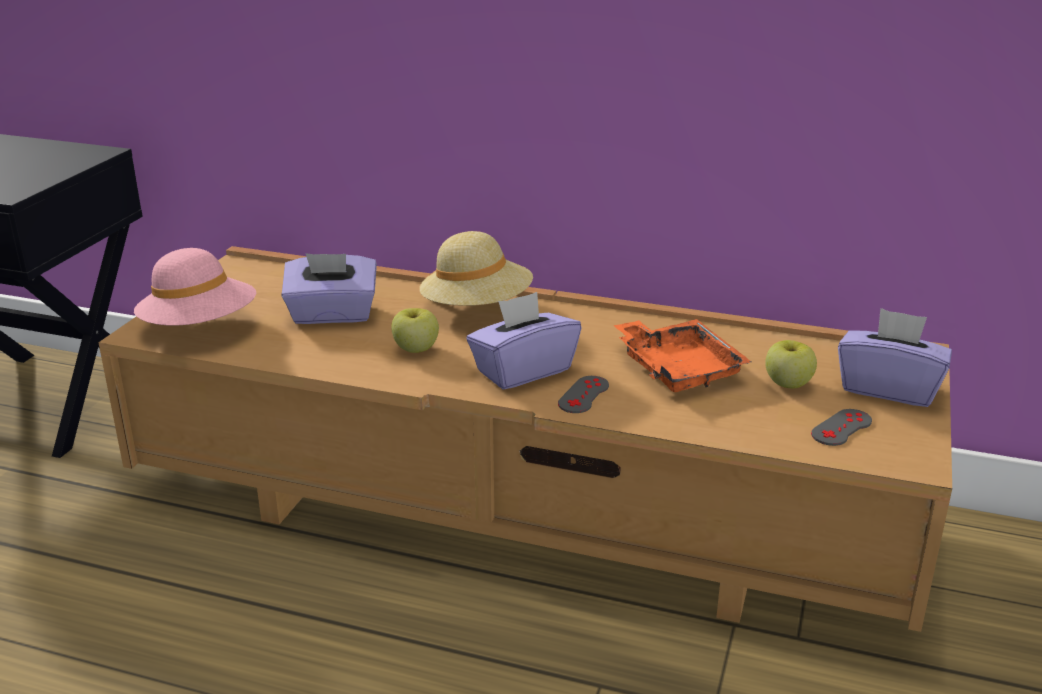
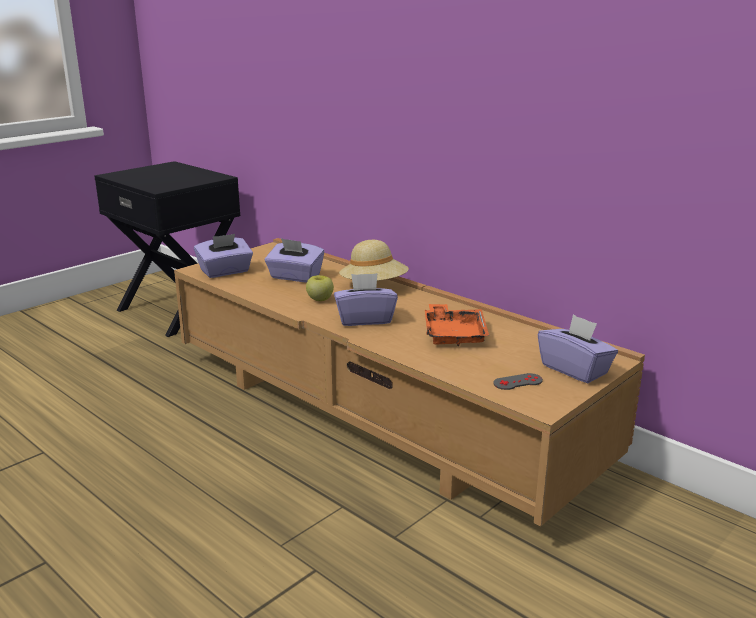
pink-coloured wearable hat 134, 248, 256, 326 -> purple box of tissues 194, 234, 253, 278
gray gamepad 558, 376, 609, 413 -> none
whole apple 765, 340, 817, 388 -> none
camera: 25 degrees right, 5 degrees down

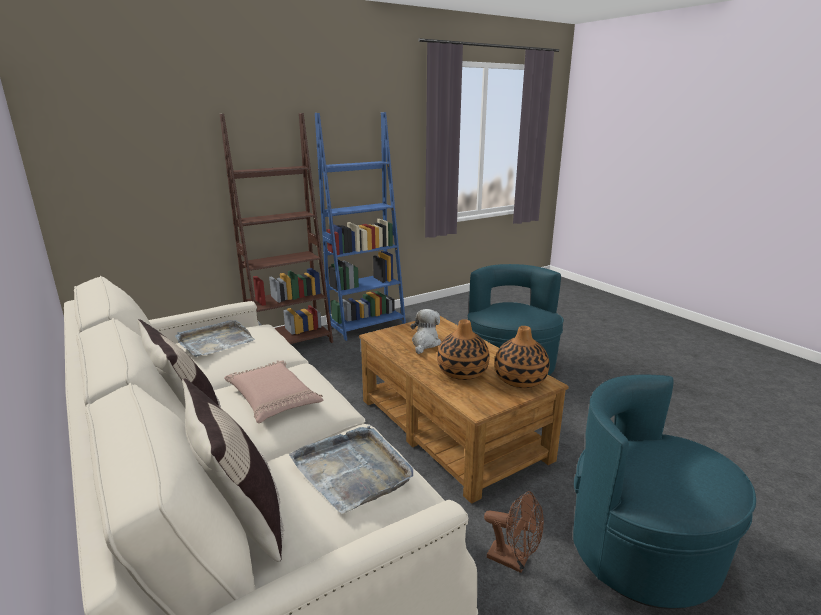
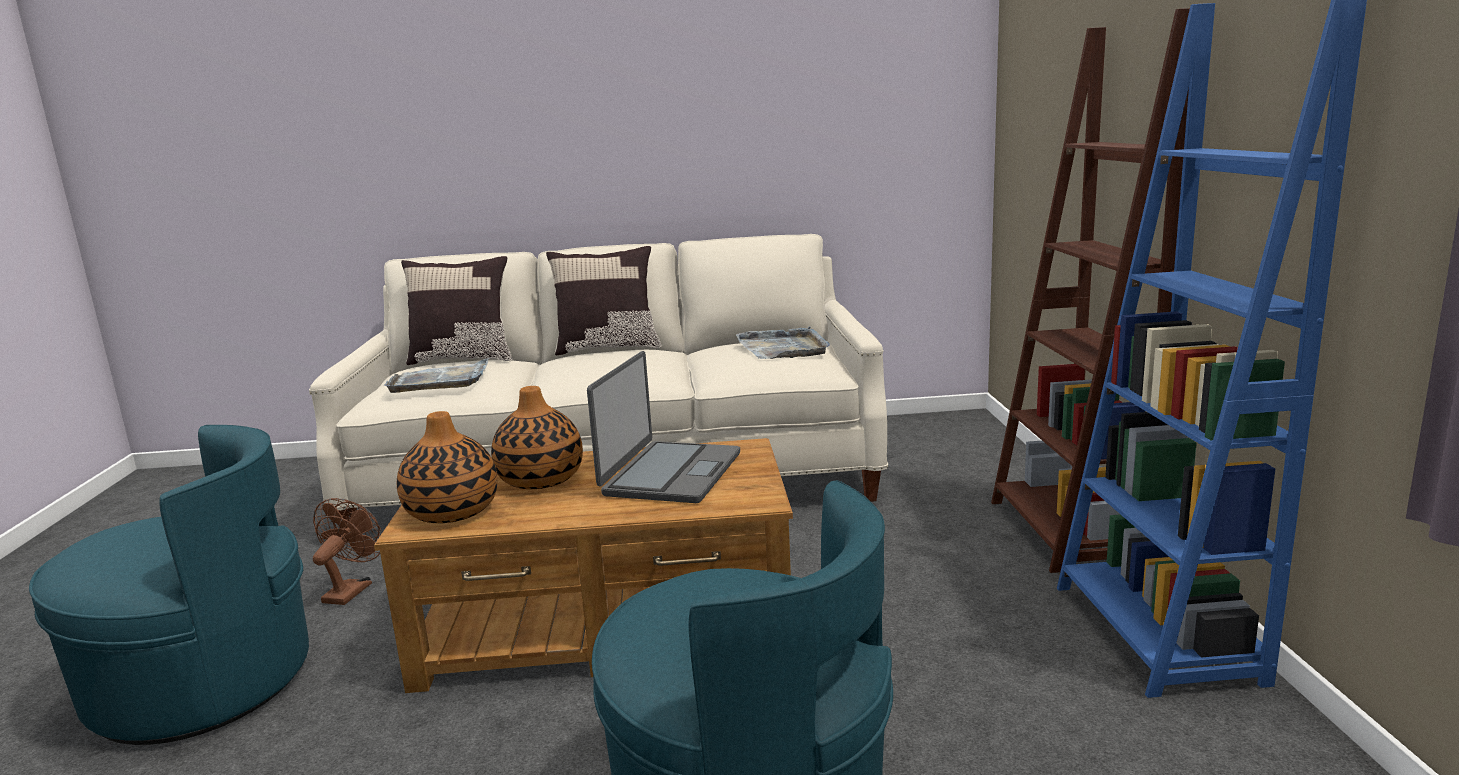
sand-coloured throw pillow 224, 360, 323, 423 -> none
plush toy 411, 309, 441, 354 -> portable computer 587, 351, 740, 503
brown-coloured fan 484, 491, 544, 573 -> brown-coloured fan 313, 498, 382, 605, 135 degrees clockwise
camera: 120 degrees right, 5 degrees down

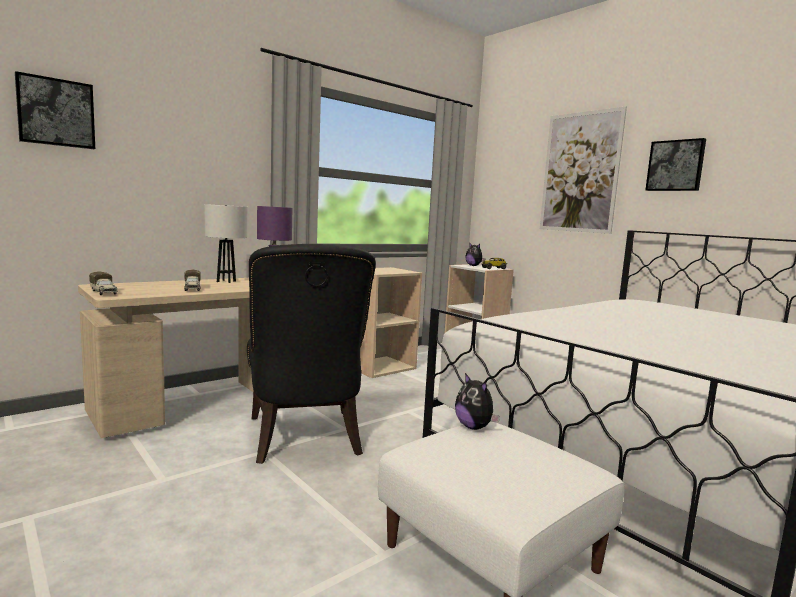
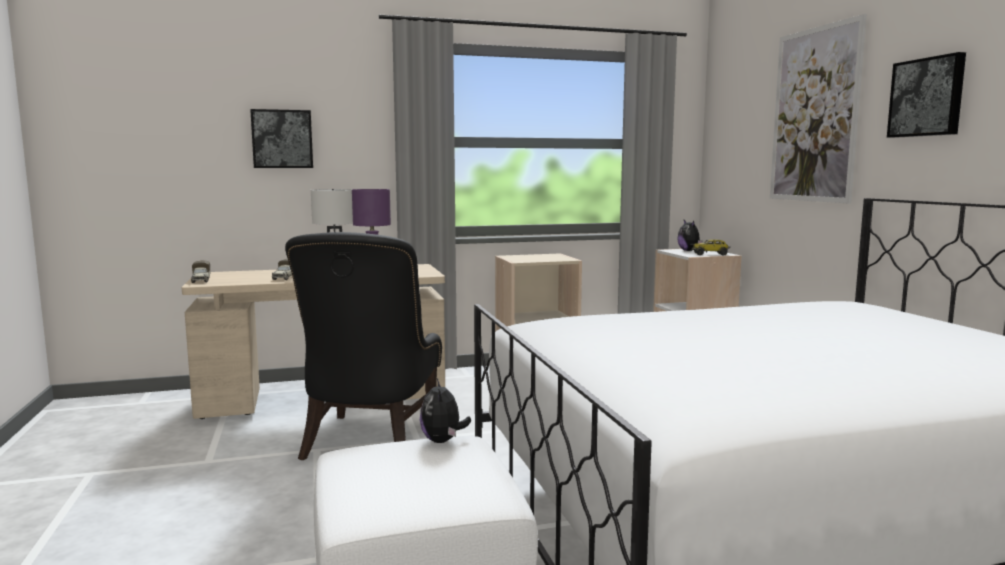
wall picture 15, 71, 95, 149 -> wall picture 250, 109, 313, 168, shifted
camera: 25 degrees right, 0 degrees up

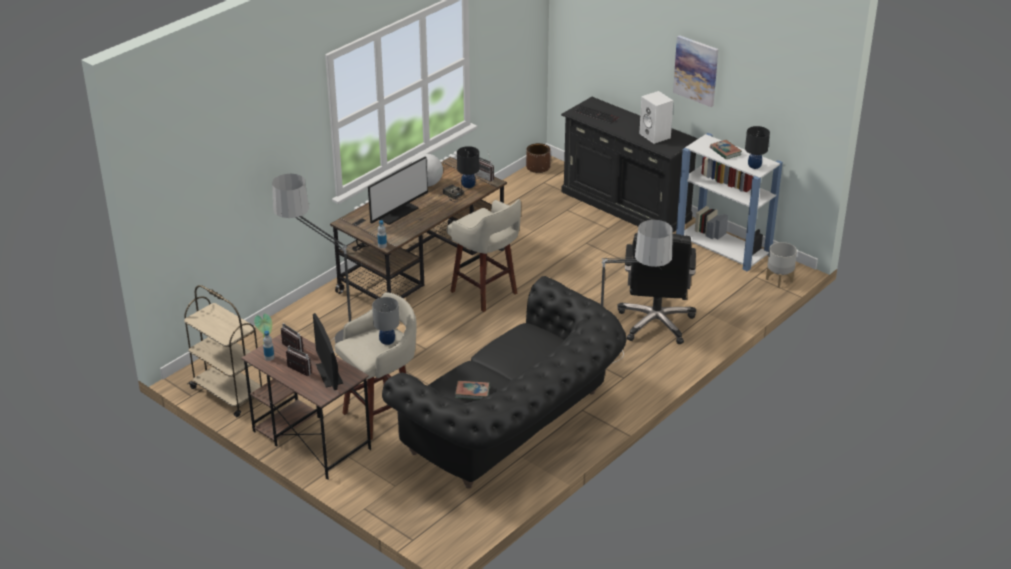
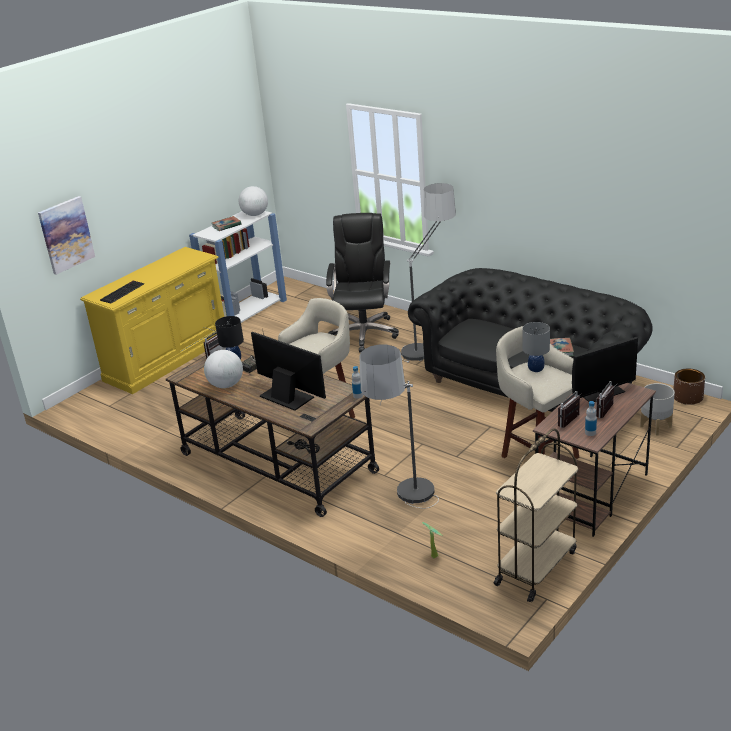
brown-coloured planter 526, 143, 551, 173 -> brown-coloured planter 673, 369, 705, 405, shifted
black-coloured storage cabinet 561, 97, 698, 232 -> yellow-coloured storage cabinet 80, 247, 224, 394
black-coloured computer chair 617, 233, 696, 344 -> black-coloured computer chair 326, 213, 399, 352, 90 degrees counterclockwise
whitish speaker 639, 91, 673, 144 -> none
wall picture 673, 35, 718, 107 -> wall picture 38, 196, 95, 275, shifted
black-coloured lamp for a table 745, 126, 770, 169 -> world globe 238, 186, 268, 216
gray planter 766, 242, 797, 288 -> gray planter 640, 383, 675, 435, shifted
camera: 90 degrees left, 5 degrees down

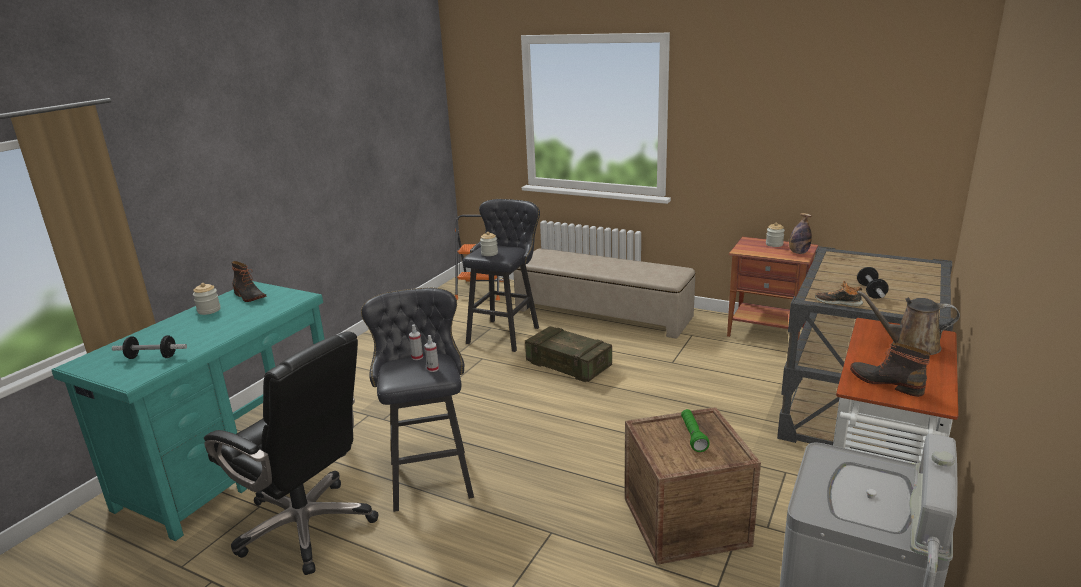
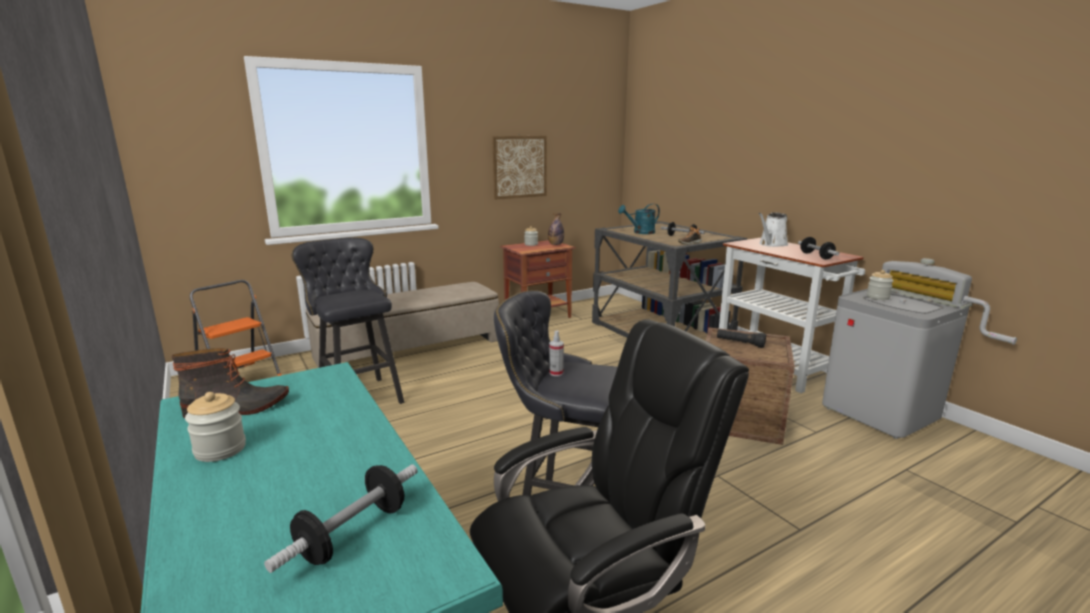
sprayer 425, 335, 439, 372 -> none
jar 480, 232, 498, 256 -> jar 867, 270, 894, 300, shifted
shipping crate 525, 326, 612, 382 -> none
green-coloured hand torch 681, 409, 710, 452 -> black-coloured hand torch 717, 329, 766, 348
tall boot 850, 343, 931, 397 -> dumbbell 798, 237, 839, 259
brown-coloured watering can 857, 291, 960, 355 -> whitish watering can 758, 212, 788, 247
none -> wall picture 492, 134, 547, 200
none -> turquoise-coloured watering can 618, 204, 660, 234
camera: 60 degrees left, 5 degrees down

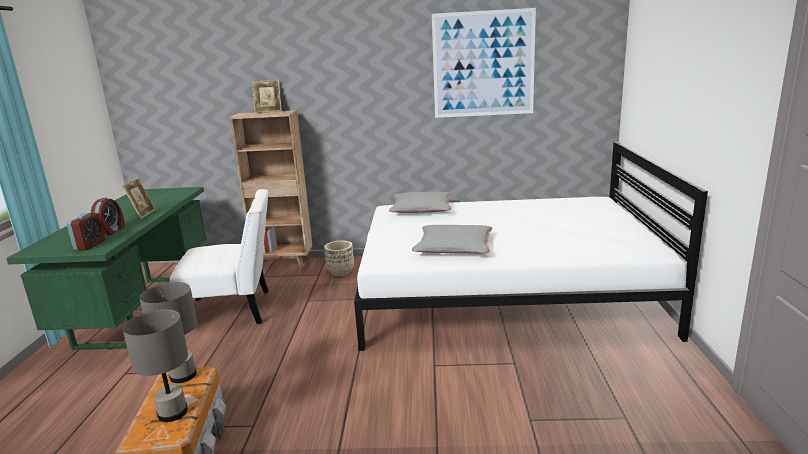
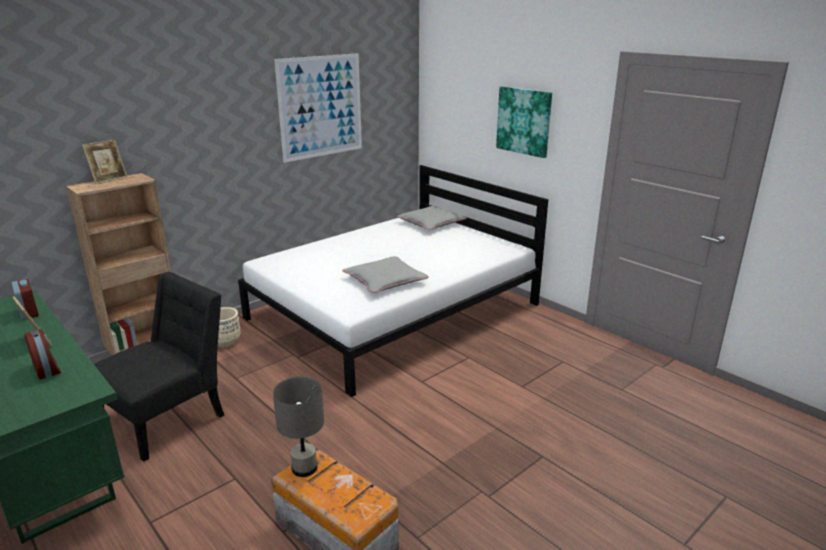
bedside clock 67, 213, 105, 250 -> bedside clock 11, 279, 39, 320, shifted
gray lamp for a table 123, 309, 188, 422 -> none
whitish upright chair 170, 189, 269, 324 -> black-coloured upright chair 94, 272, 224, 462
gray throw pillow 389, 191, 451, 213 -> gray throw pillow 397, 206, 467, 230, shifted
none -> wall picture 496, 86, 552, 158
camera: 45 degrees left, 5 degrees up

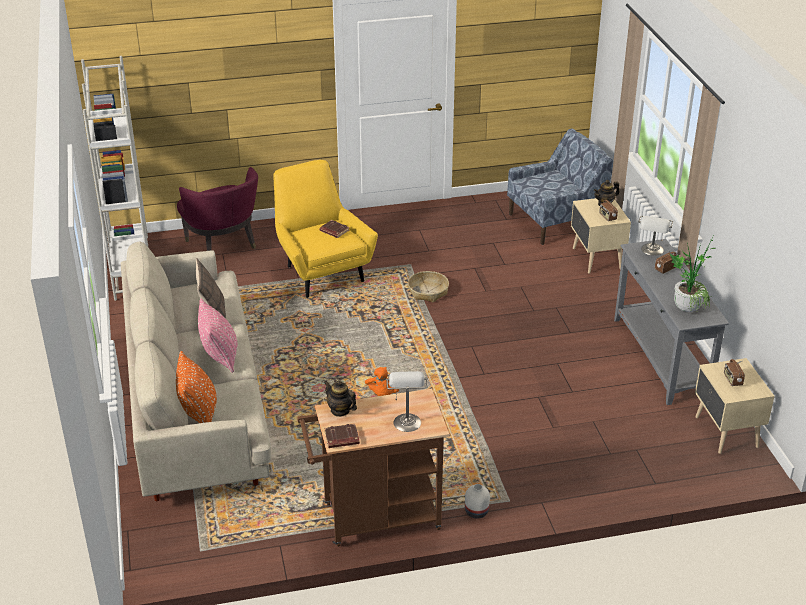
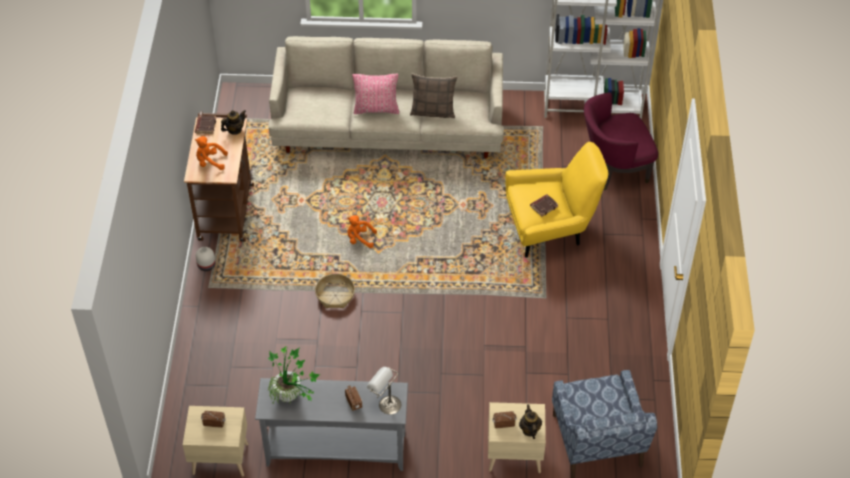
orangey throw pillow 176, 351, 217, 423 -> none
whitish lamp for a table 386, 371, 428, 432 -> orangey plush toy 195, 136, 228, 170
household basket 408, 271, 449, 302 -> household basket 315, 273, 355, 308, shifted
camera: 105 degrees right, 15 degrees up

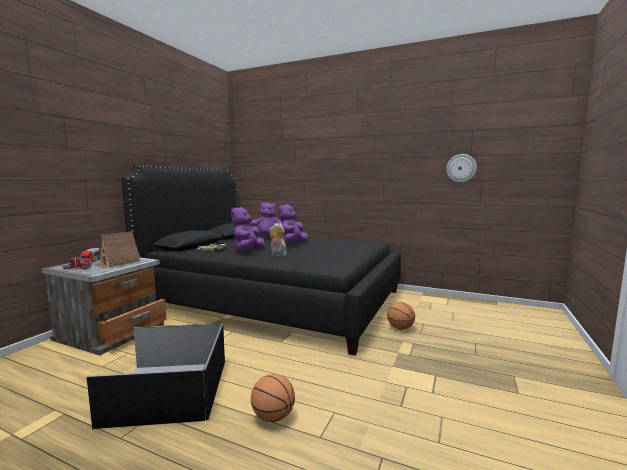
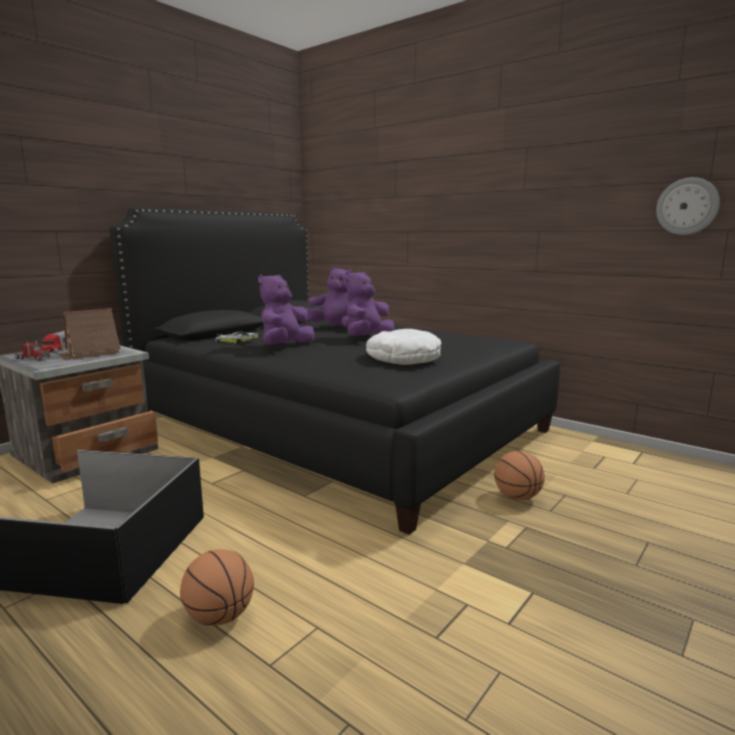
plush toy 268, 223, 287, 256 -> none
none -> whitish throw pillow 366, 329, 441, 365
camera: 15 degrees right, 5 degrees up

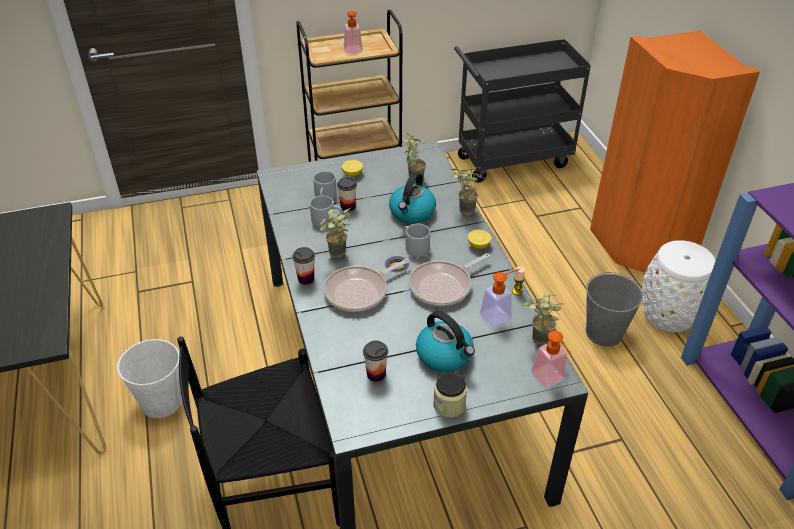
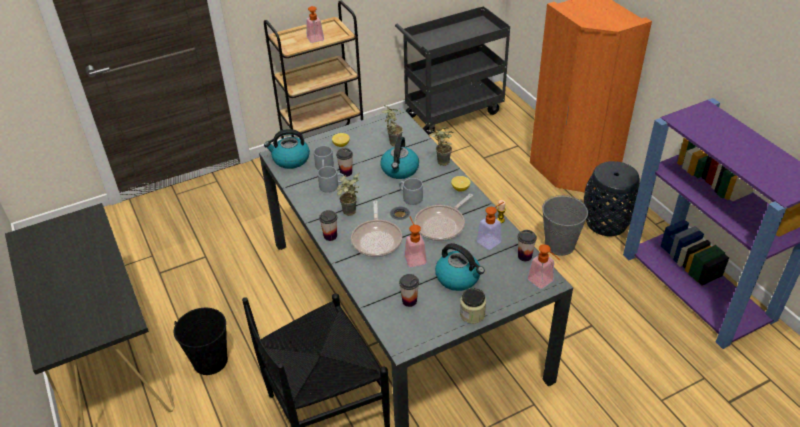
whitish pail 117, 339, 182, 418 -> black-coloured pail 174, 308, 228, 375
frying pan 324, 259, 409, 312 -> frying pan 351, 201, 402, 257, 45 degrees counterclockwise
potted plant 523, 293, 564, 346 -> cup 518, 230, 537, 261
whitish sitting stool 642, 240, 715, 333 -> black-coloured sitting stool 584, 161, 640, 236
none -> kettle 264, 129, 310, 169
none -> soap dispenser 404, 217, 427, 268
camera: 10 degrees left, 0 degrees up

